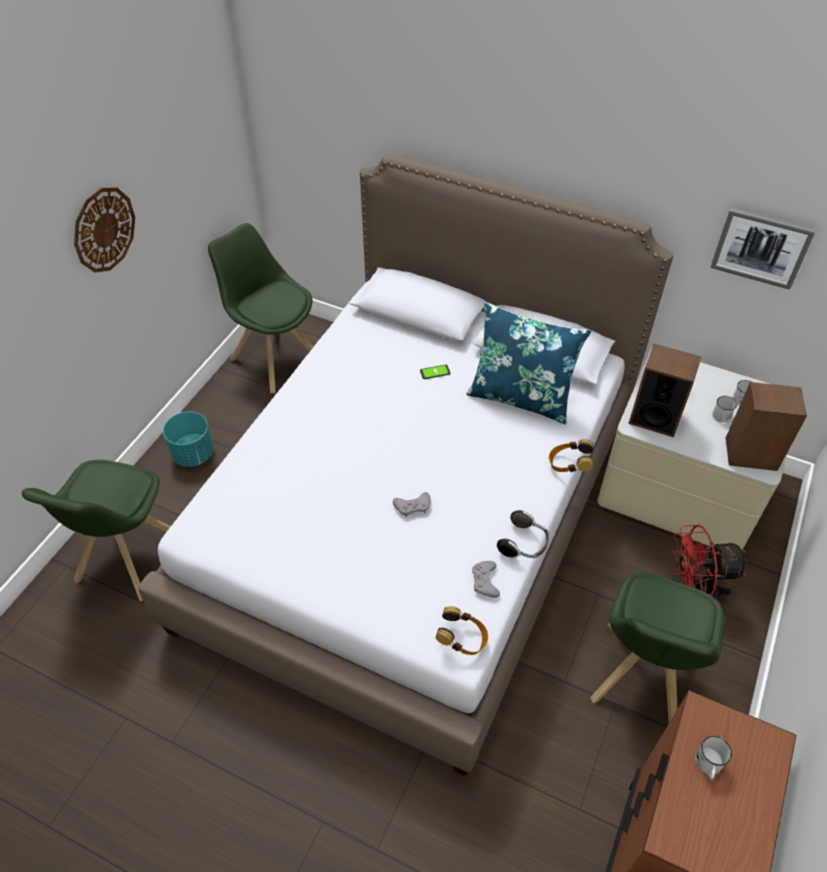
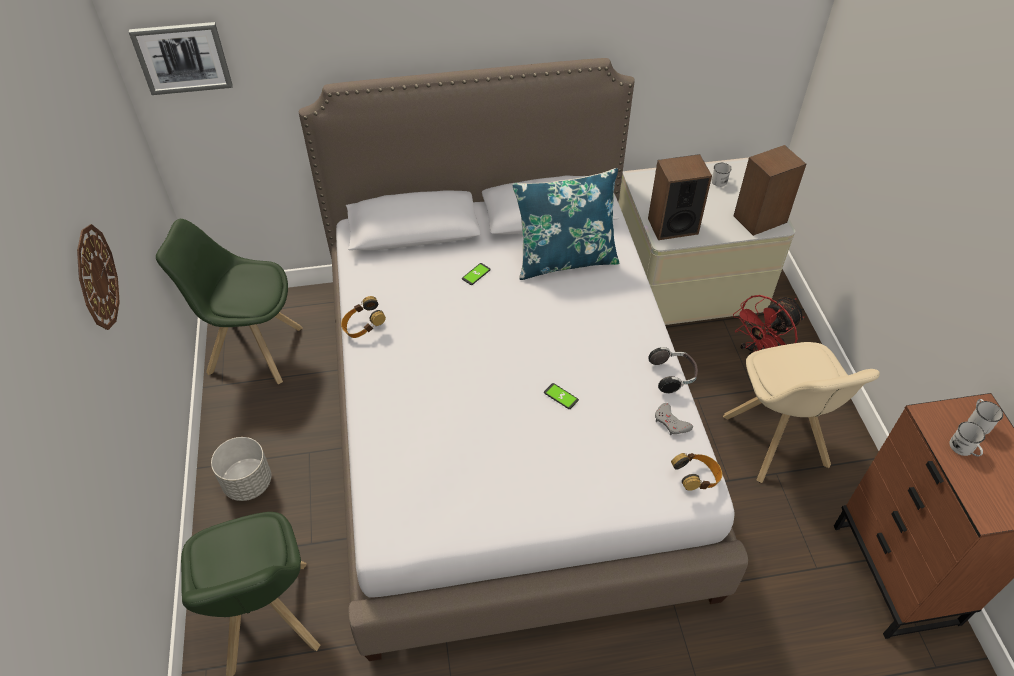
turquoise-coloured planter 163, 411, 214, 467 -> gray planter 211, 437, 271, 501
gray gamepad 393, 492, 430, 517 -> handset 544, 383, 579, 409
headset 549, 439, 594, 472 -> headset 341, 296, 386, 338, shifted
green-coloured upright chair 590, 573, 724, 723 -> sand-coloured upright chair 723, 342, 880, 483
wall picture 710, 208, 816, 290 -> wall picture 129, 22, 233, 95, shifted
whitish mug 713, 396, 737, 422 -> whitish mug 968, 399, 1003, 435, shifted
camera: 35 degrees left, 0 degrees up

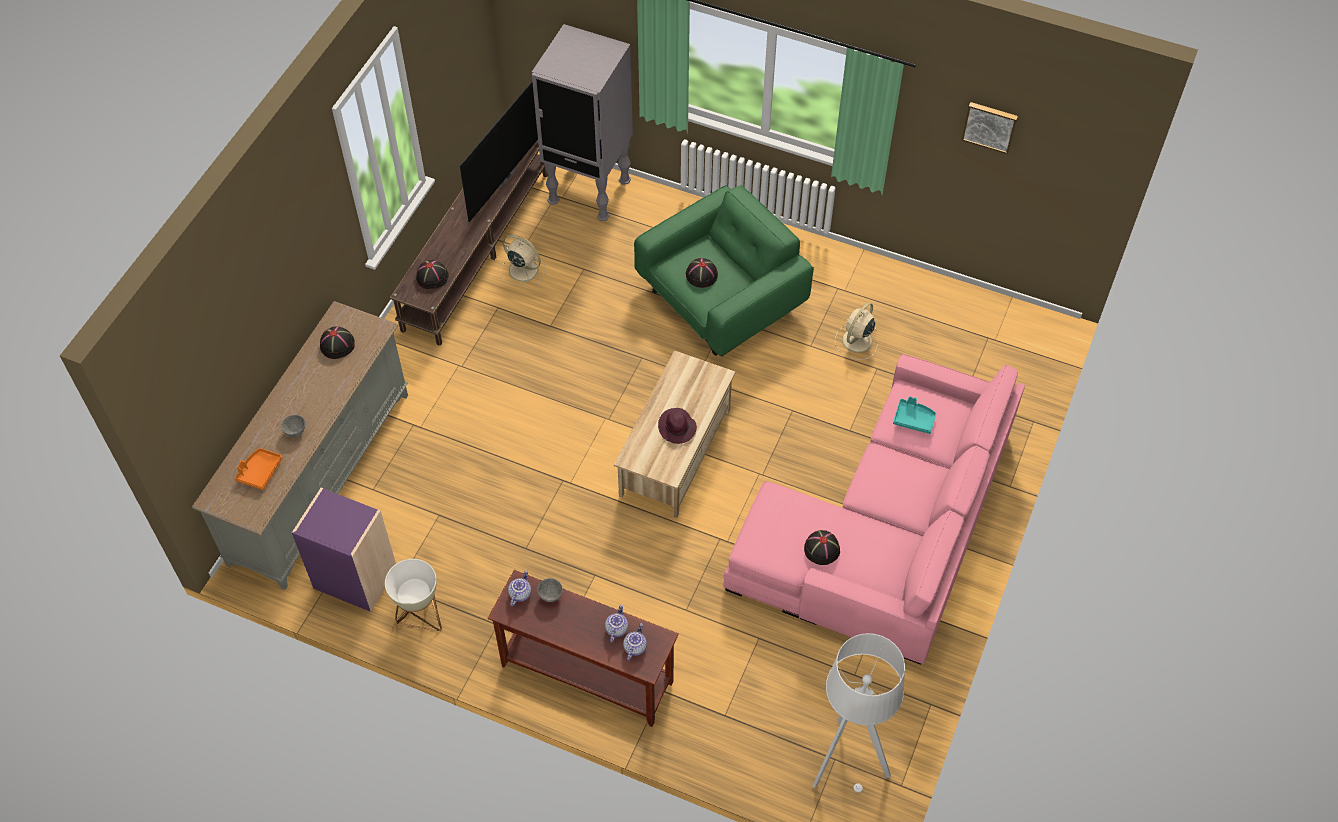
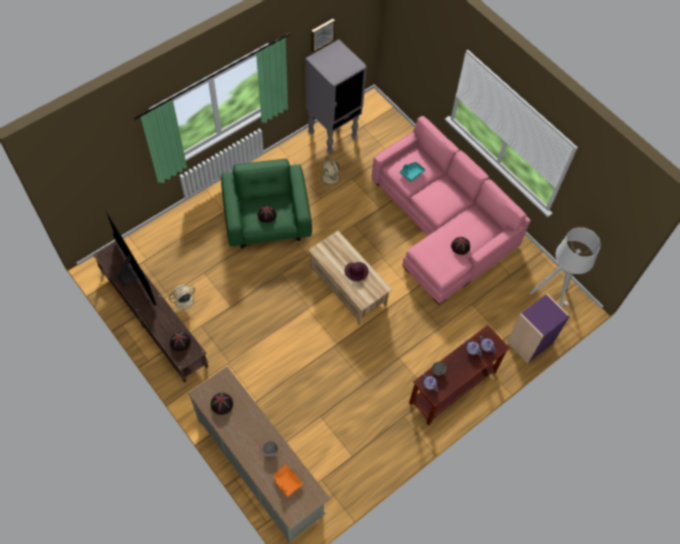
purple shelving unit 292, 488, 396, 612 -> purple shelving unit 507, 293, 570, 363, shifted
planter 385, 559, 442, 631 -> none
gray storage cabinet 532, 24, 633, 221 -> gray storage cabinet 305, 39, 366, 154, shifted
camera: 65 degrees left, 5 degrees up

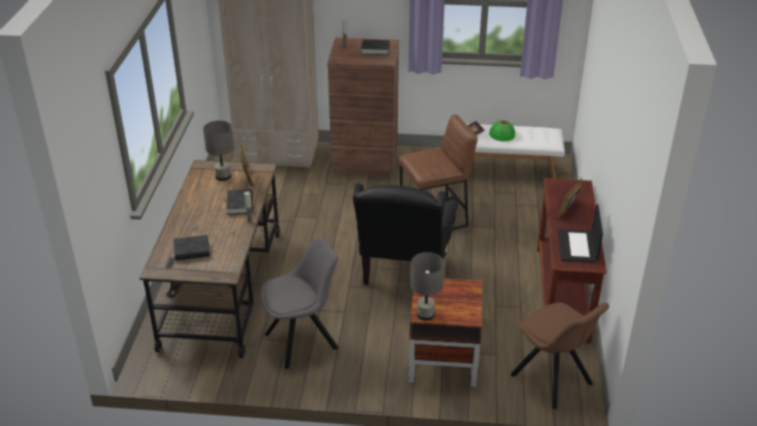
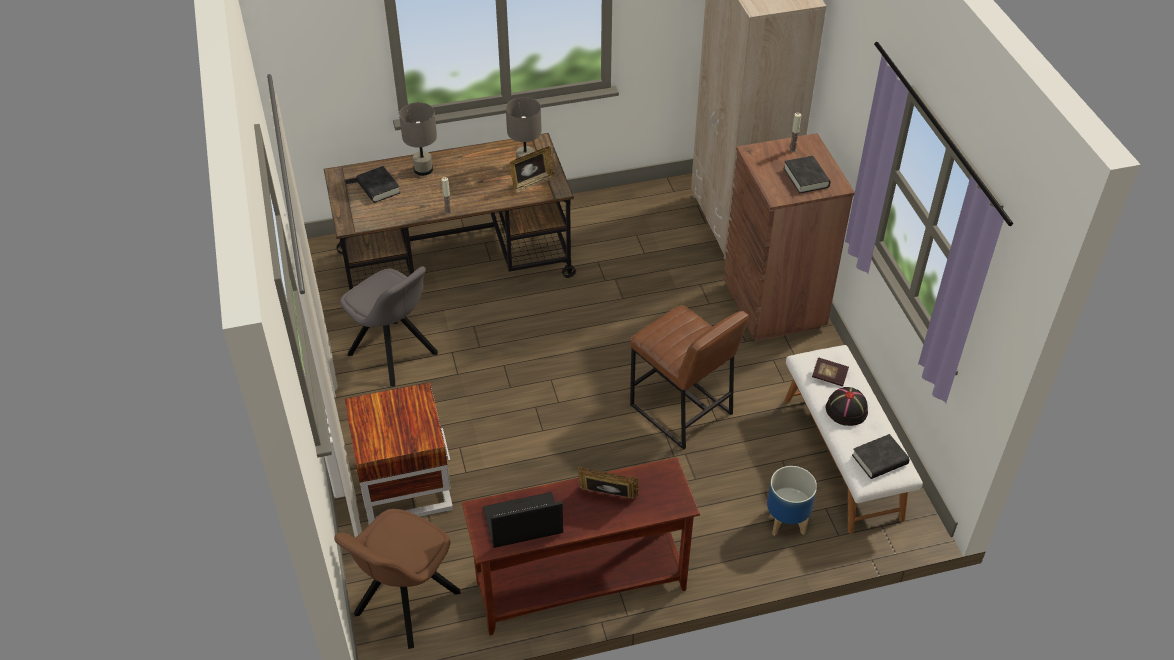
black-coloured volume 226, 189, 253, 215 -> black-coloured volume 852, 434, 910, 479, shifted
black-coloured easy chair 353, 183, 459, 285 -> none
gray lamp for a table 410, 252, 445, 321 -> gray lamp for a table 399, 102, 437, 176, shifted
green-coloured wearable hat 489, 120, 515, 141 -> black-coloured wearable hat 826, 387, 868, 426
none -> planter 767, 466, 817, 536
camera: 70 degrees right, 10 degrees up

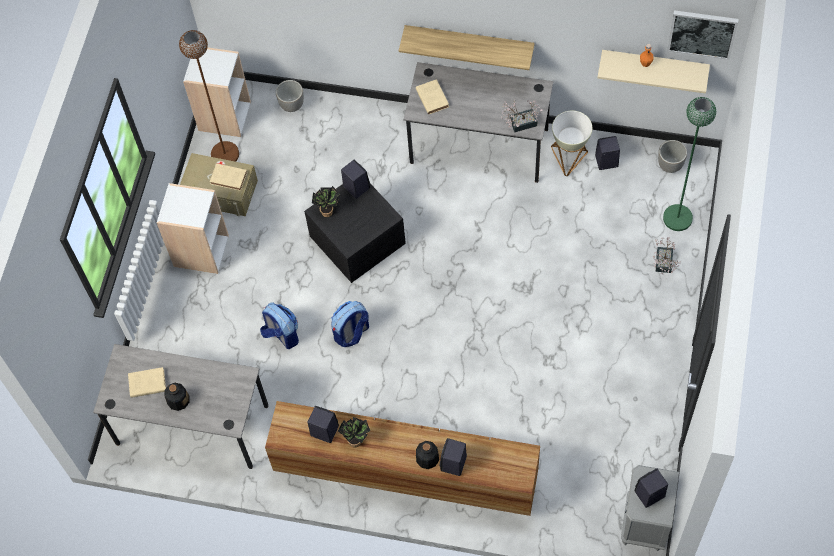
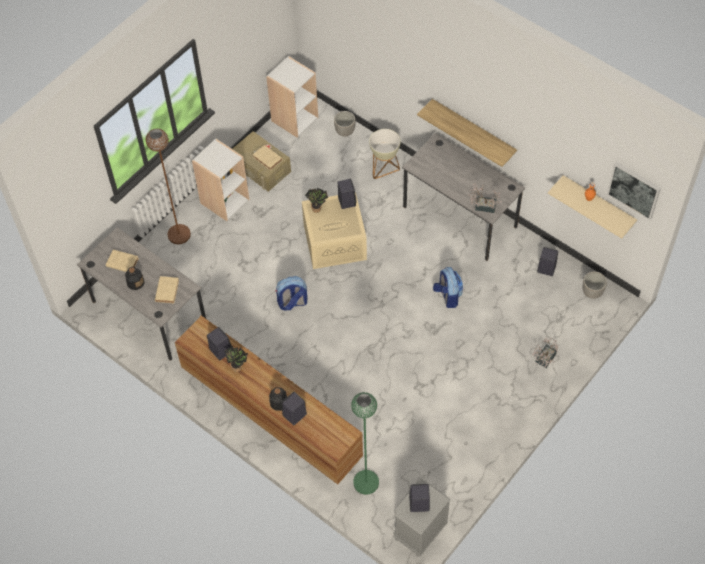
brown-coloured standing lamp 179, 30, 239, 162 -> brown-coloured standing lamp 146, 129, 191, 244, shifted
rucksack 260, 302, 299, 349 -> rucksack 433, 267, 463, 308, shifted
black-coloured storage box 304, 183, 406, 283 -> sand-coloured storage box 302, 192, 367, 269
sand-coloured volume 416, 79, 449, 115 -> sand-coloured volume 155, 276, 179, 303, shifted
planter 551, 111, 592, 176 -> planter 369, 129, 401, 179, shifted
green-coloured standing lamp 663, 97, 716, 231 -> green-coloured standing lamp 351, 392, 379, 495, shifted
camera: 25 degrees right, 5 degrees down

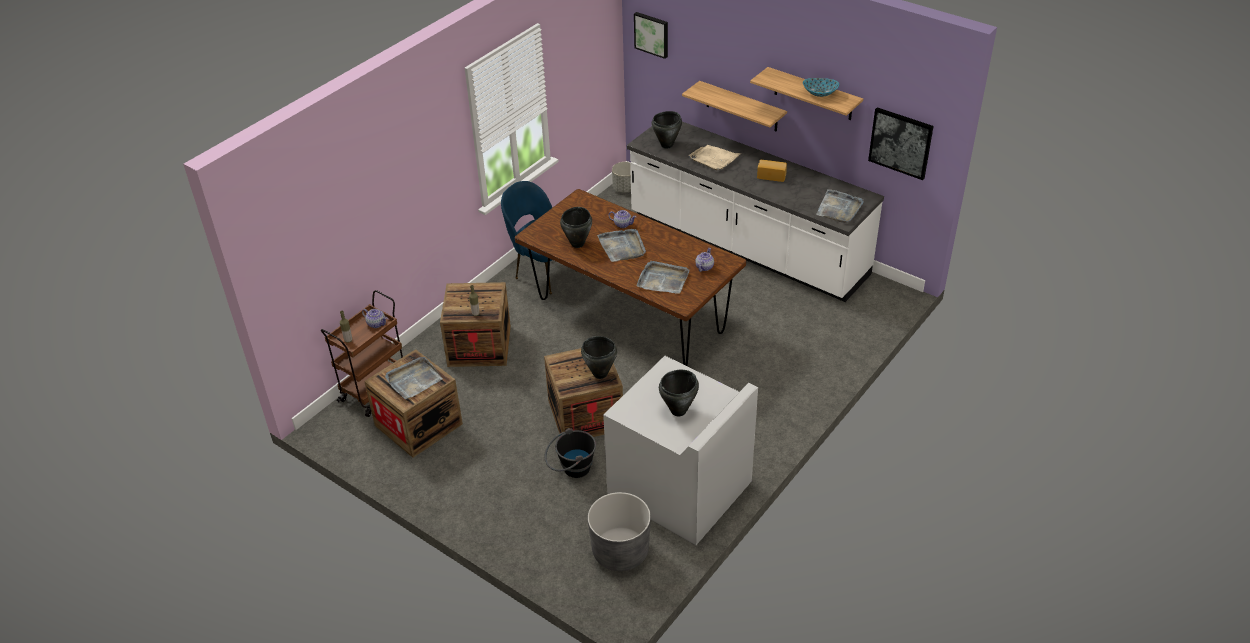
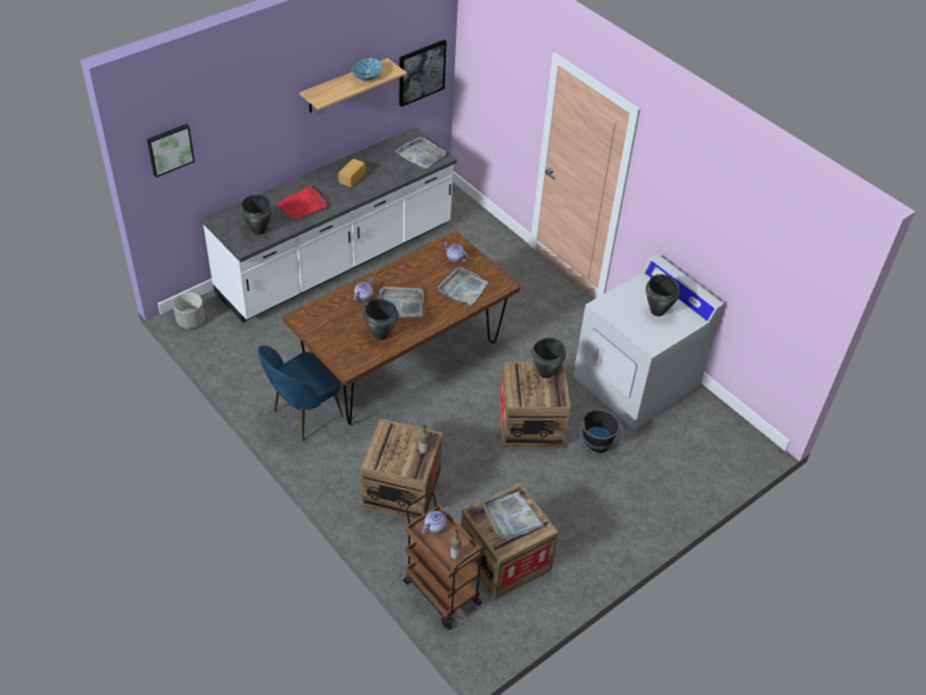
gray planter 588, 492, 651, 571 -> none
shelf 682, 81, 787, 132 -> none
sand-coloured serving tray 689, 145, 741, 170 -> red-coloured serving tray 277, 185, 327, 220
camera: 80 degrees left, 5 degrees up

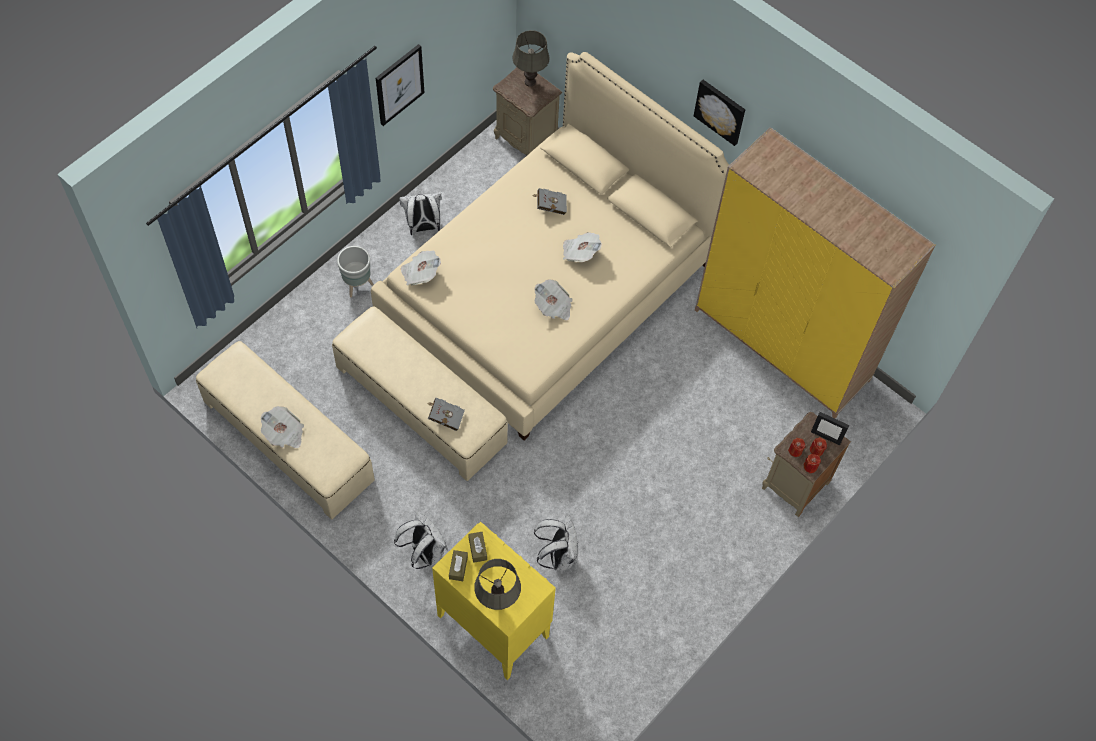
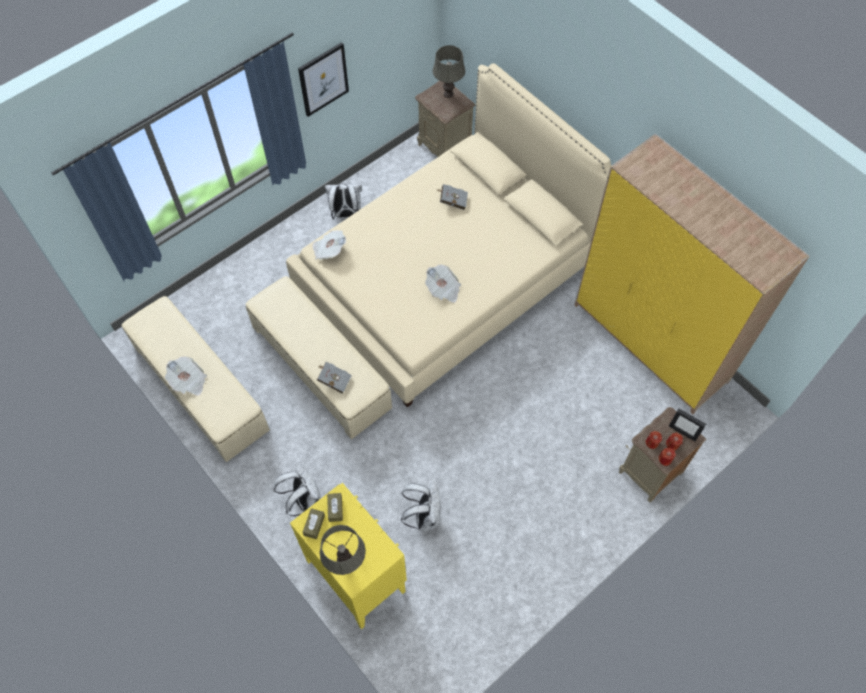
gray planter 337, 246, 373, 298 -> none
daily paper 563, 232, 602, 262 -> none
wall picture 694, 80, 745, 146 -> none
camera: 10 degrees right, 0 degrees up

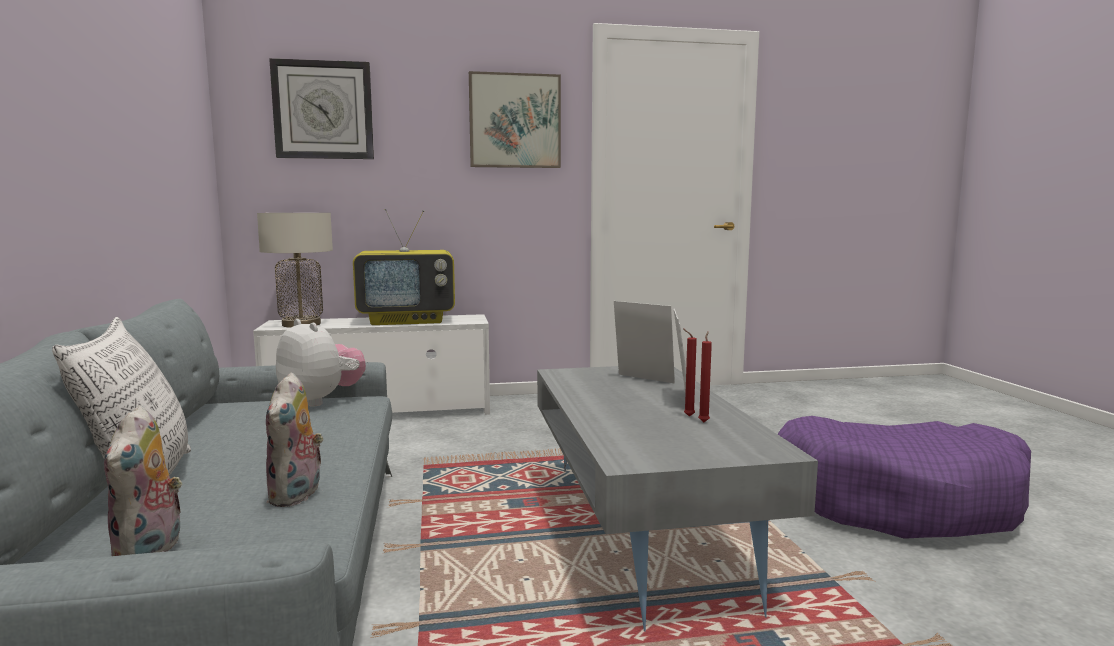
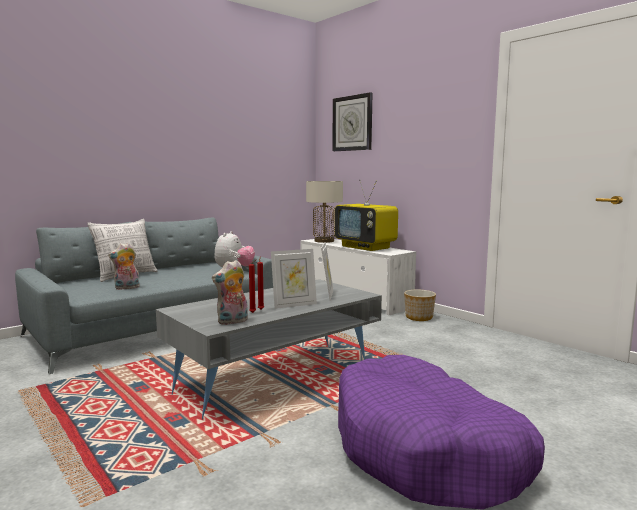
plush toy 104, 405, 182, 556 -> plush toy 212, 260, 248, 325, shifted
wall picture 469, 71, 561, 168 -> none
none -> planter 404, 290, 436, 321
camera: 60 degrees right, 0 degrees up

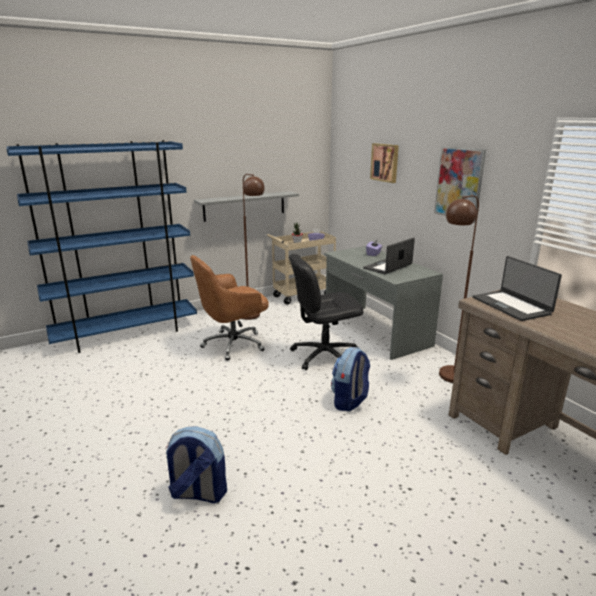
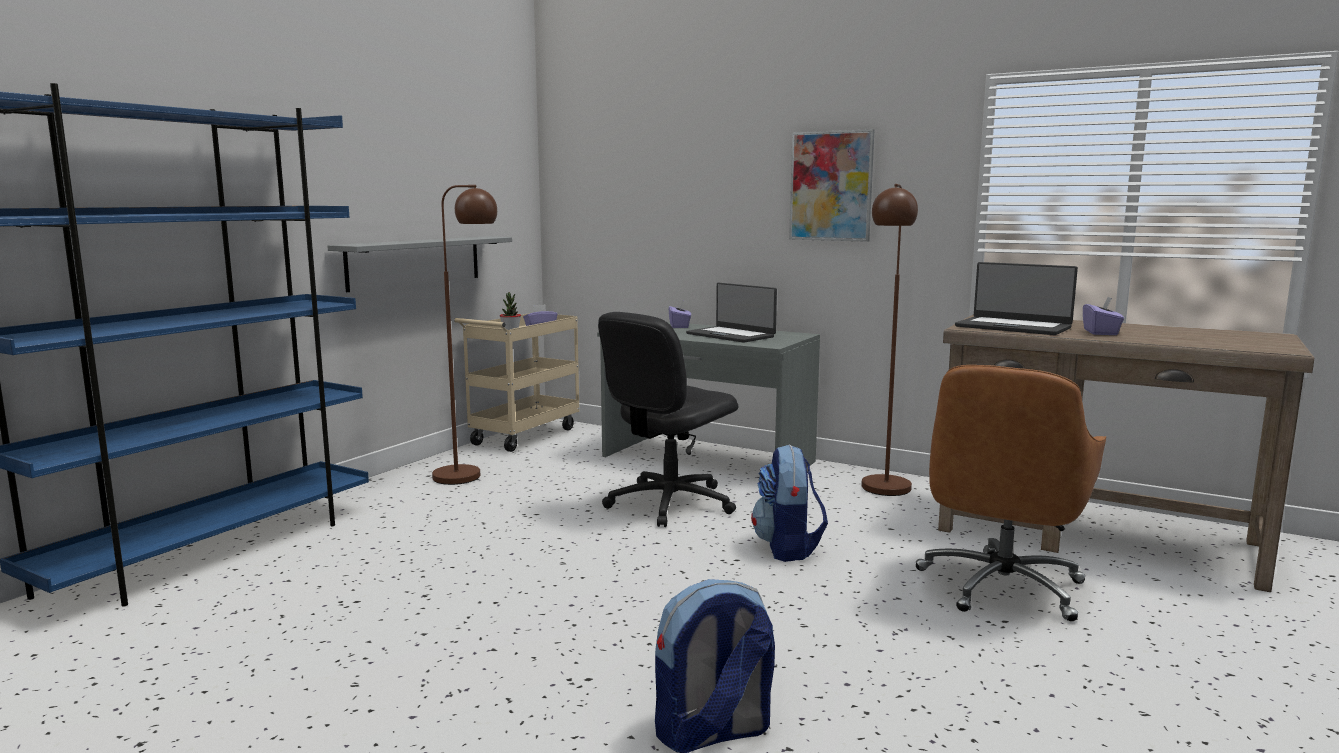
brown-coloured computer chair 190, 255, 269, 361 -> brown-coloured computer chair 916, 365, 1106, 621, shifted
portable computer 363, 238, 415, 274 -> portable computer 686, 283, 777, 343, 60 degrees counterclockwise
wall picture 370, 143, 399, 183 -> none
none -> purple box of tissues 1083, 297, 1124, 335
camera: 30 degrees left, 10 degrees down

